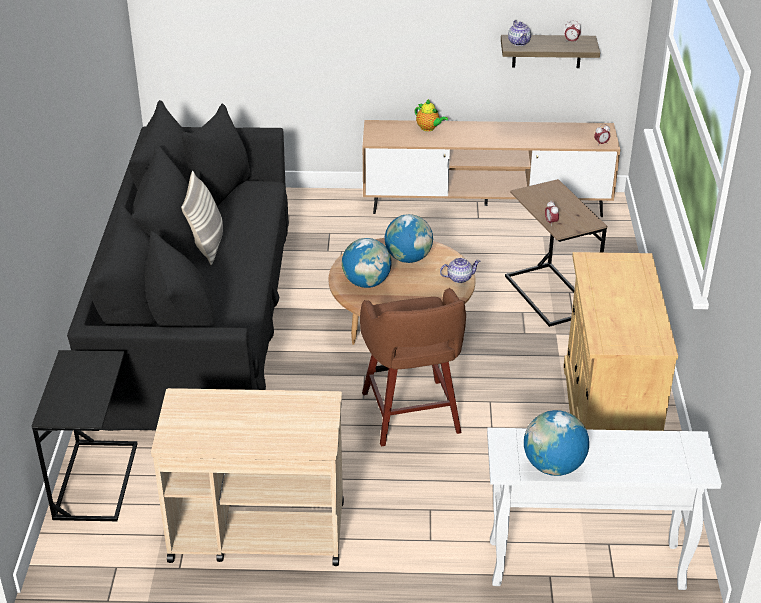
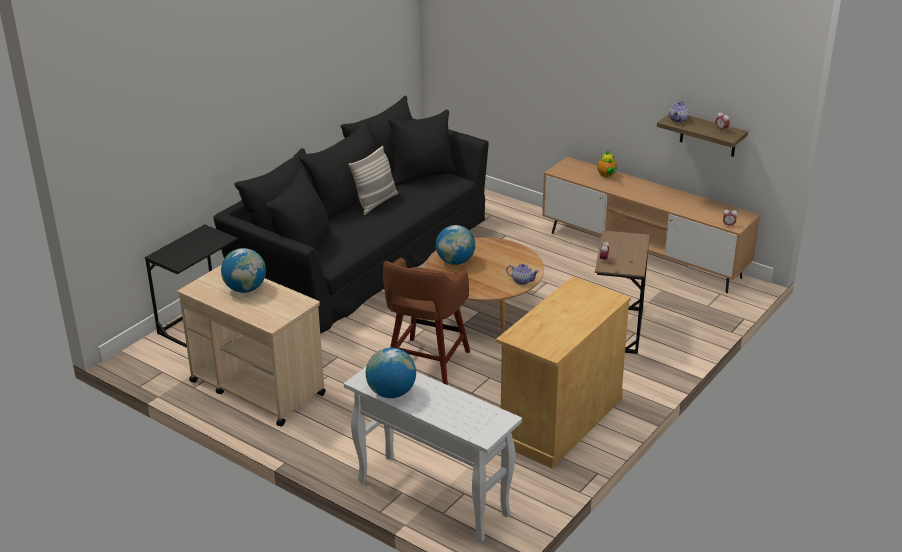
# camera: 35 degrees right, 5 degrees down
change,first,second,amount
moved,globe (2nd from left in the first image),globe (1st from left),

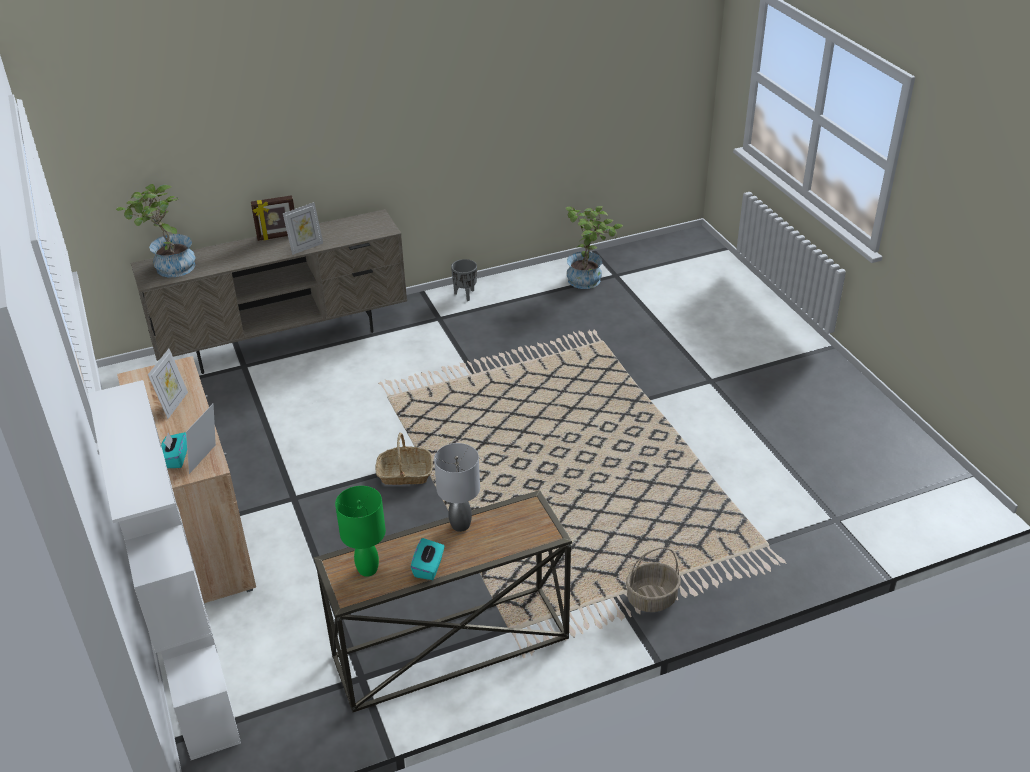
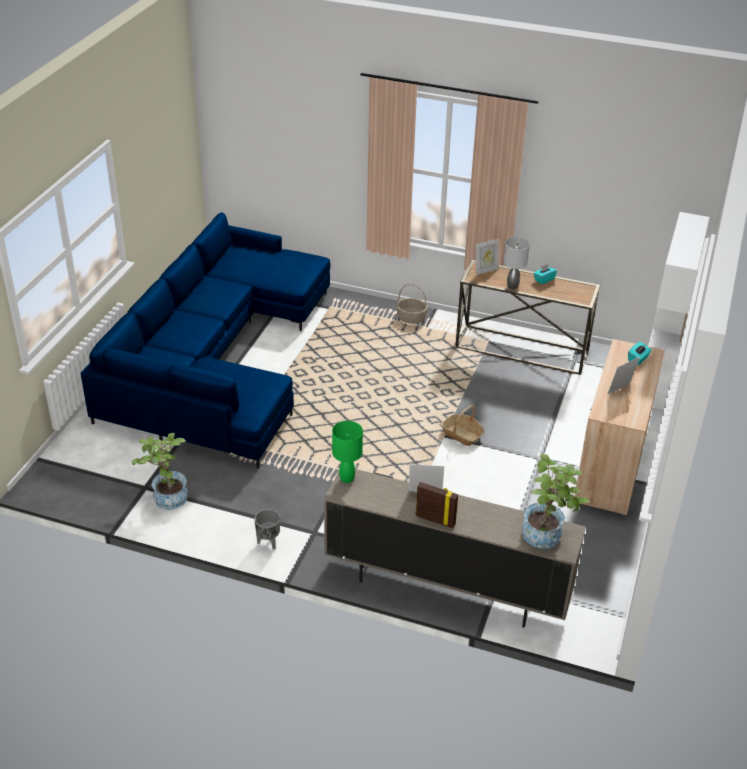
# camera: 140 degrees left, 0 degrees up
change,first,second,amount
moved,picture frame (2nd from left in the first image),picture frame (3rd from left),
moved,table lamp in green,,
added,,sofa in blue,

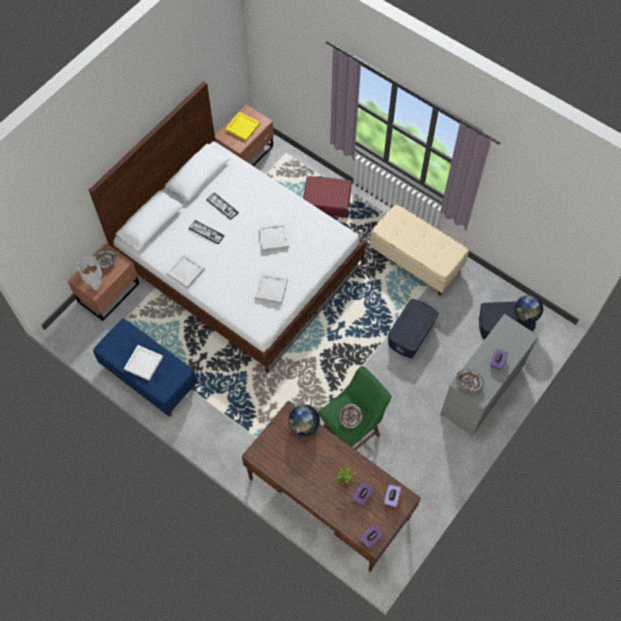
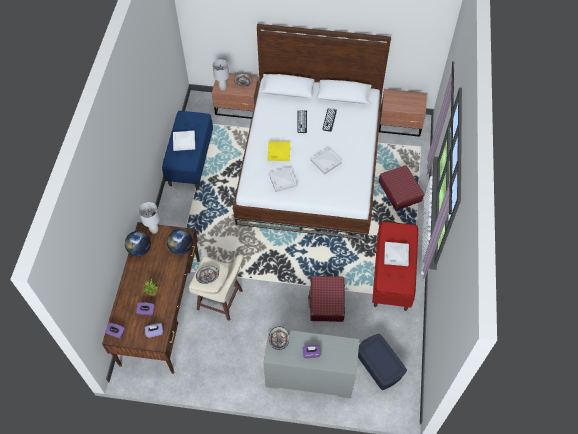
# camera: 60 degrees right, 5 degrees down
change,first,second,amount
moved,tray in yellow,,
recoloured,bench in beige,bench in red,
moved,tray in white (2nd from left in the first image),tray in white (4th from left),
moved,globe (2nd from left in the first image),globe (1st from left),
replaced,storage box in blue (1st from left),suitcase in red (1st from left),
recoloured,stool in green,stool in beige,
added,,table lamp in white (1st from left),

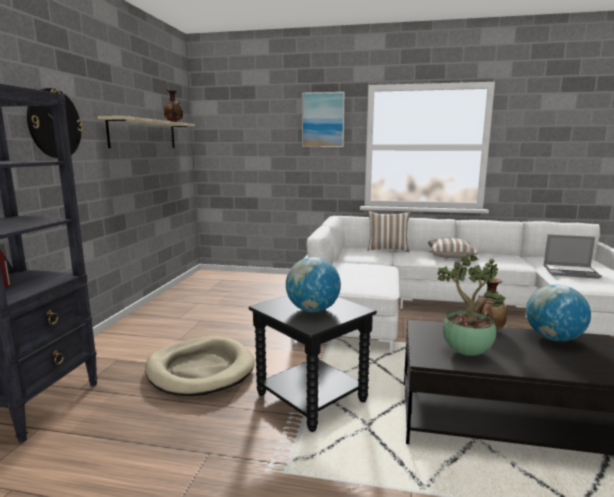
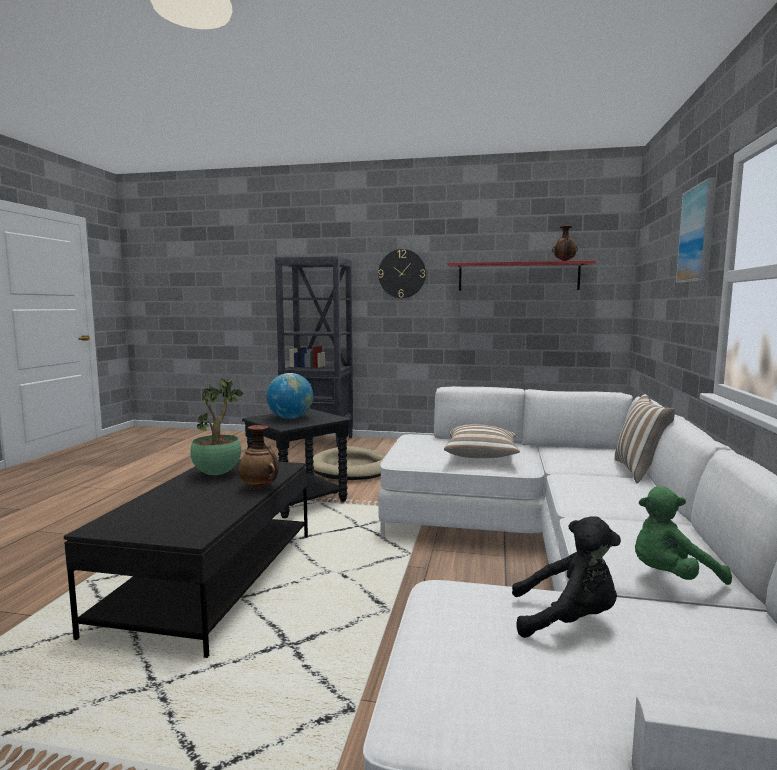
# camera: 90 degrees right, 5 degrees down
change,first,second,amount
recoloured,shelf in beige,shelf in red,
replaced,laptop,plush toy in black,
moved,pillow (2nd from left in the first image),pillow (1st from left),
removed,globe (2nd from left),,
added,,plush toy in green,

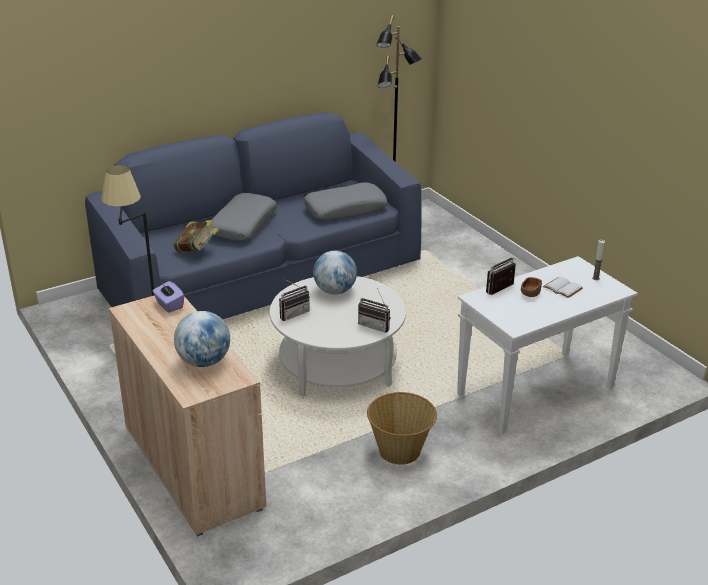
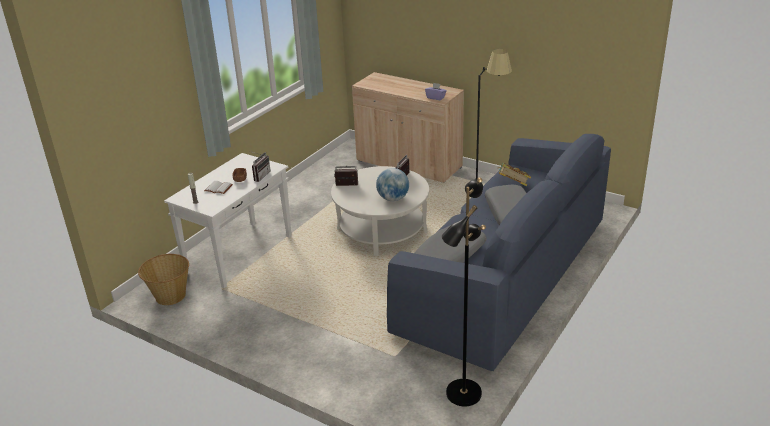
# camera: 155 degrees right, 0 degrees up
change,first,second,amount
removed,globe (1st from left),,
moved,basket,,

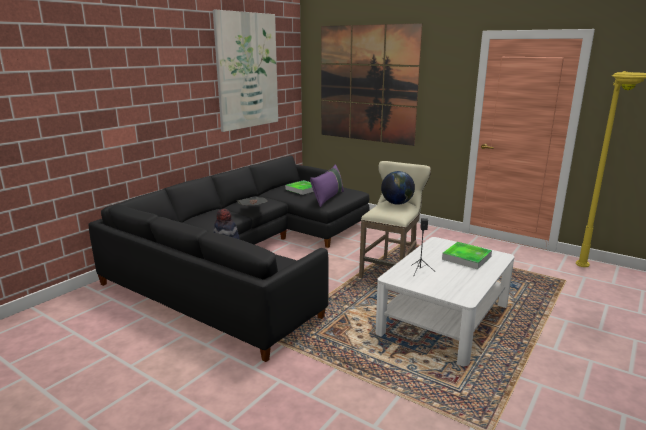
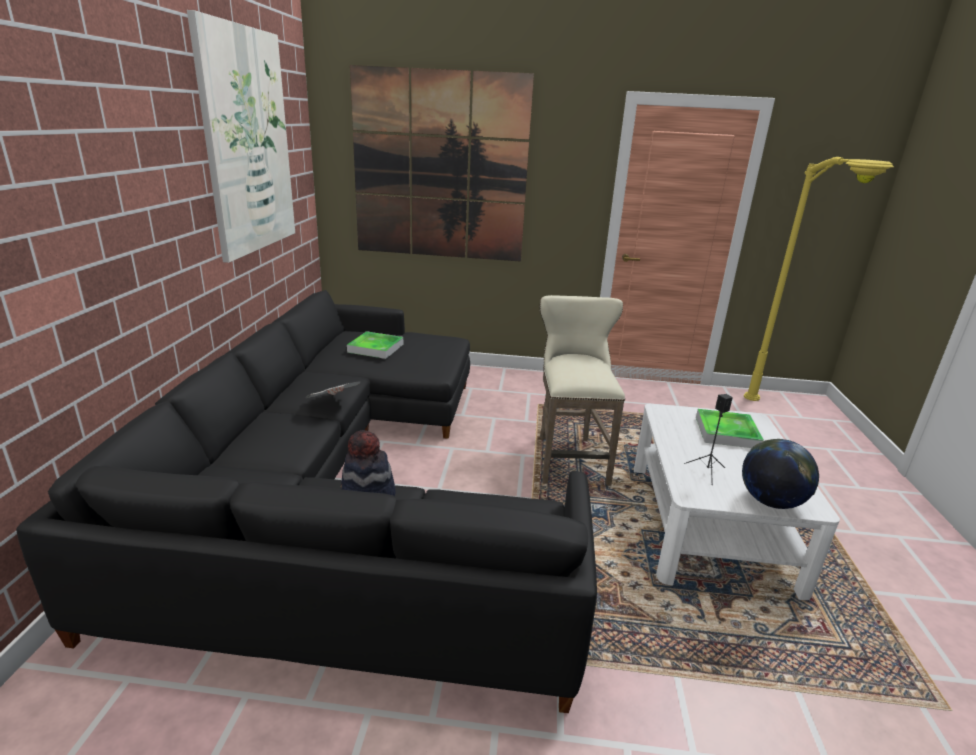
# camera: 30 degrees left, 5 degrees up
change,first,second,amount
removed,pillow in purple,,
moved,globe,,

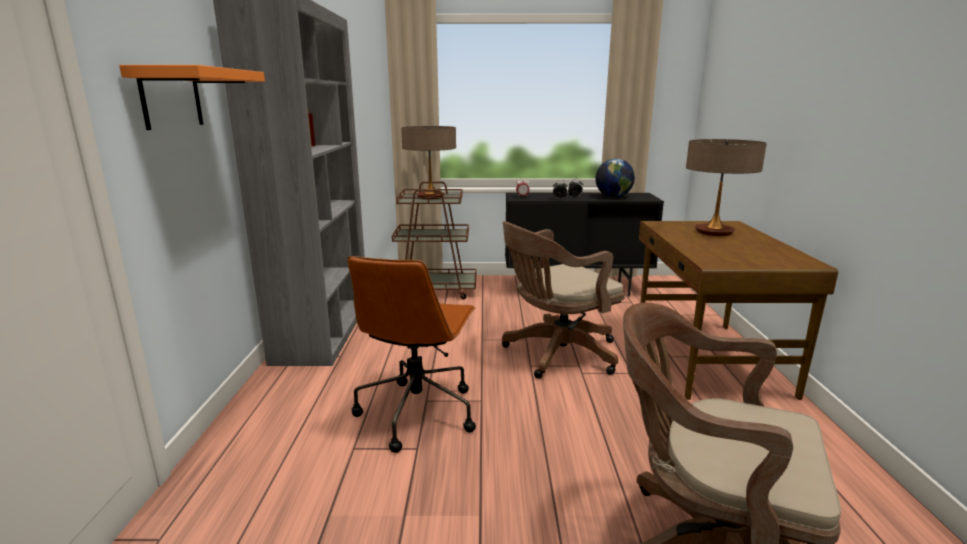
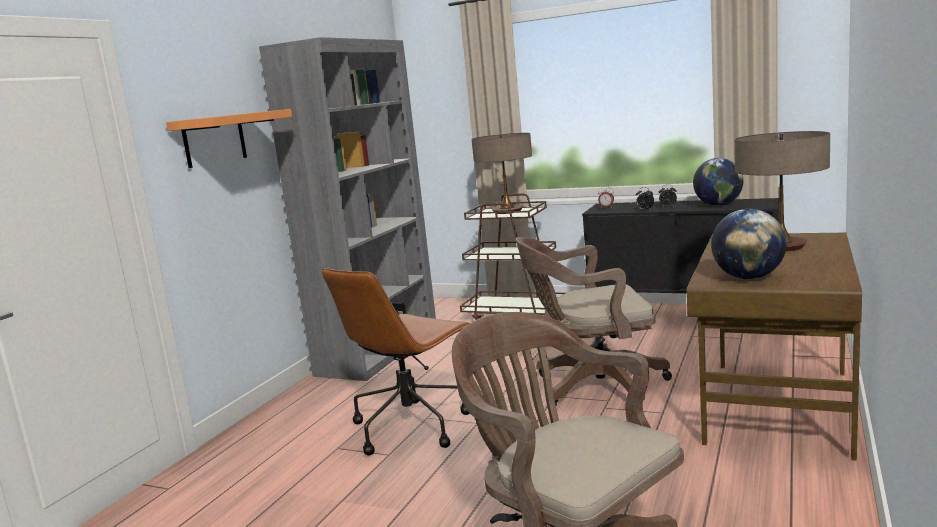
# camera: 25 degrees right, 5 degrees down
change,first,second,amount
added,,globe (2nd from left),

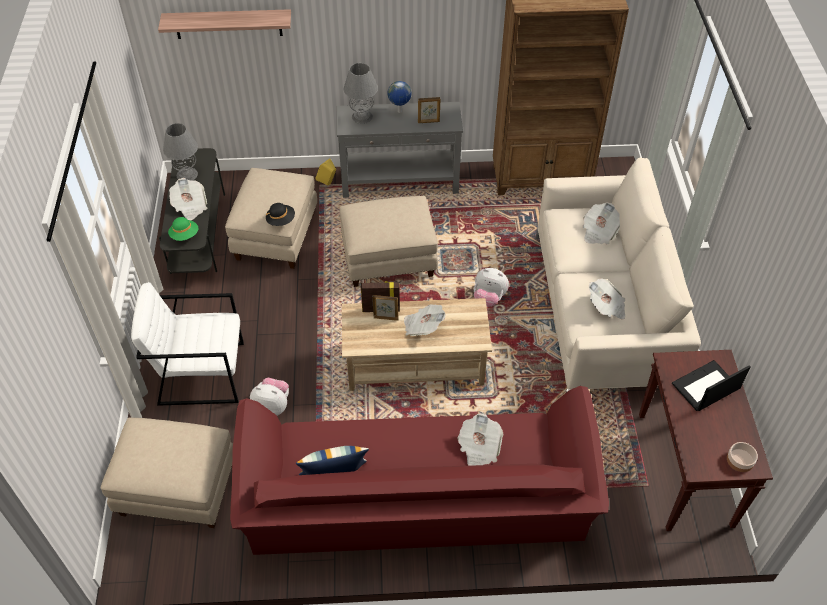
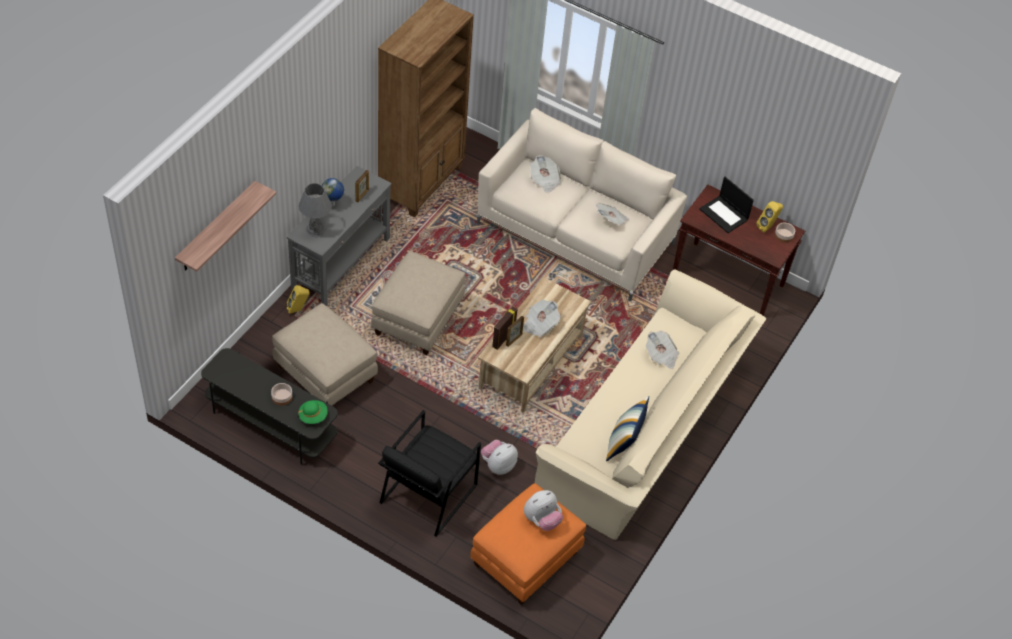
# camera: 60 degrees left, 0 degrees up
change,first,second,amount
removed,table lamp in grey (1st from left),,
replaced,newspaper (1st from left),bowl (1st from left),
removed,hat in black,,
moved,plush toy (2nd from left),,
recoloured,armchair in white,armchair in black,
turned,laptop,,45 degrees counterclockwise
recoloured,sofa in red,sofa in beige (2nd from left),
recoloured,ottoman in beige (1st from left),ottoman in orange,
added,,speaker in yellow (2nd from left),

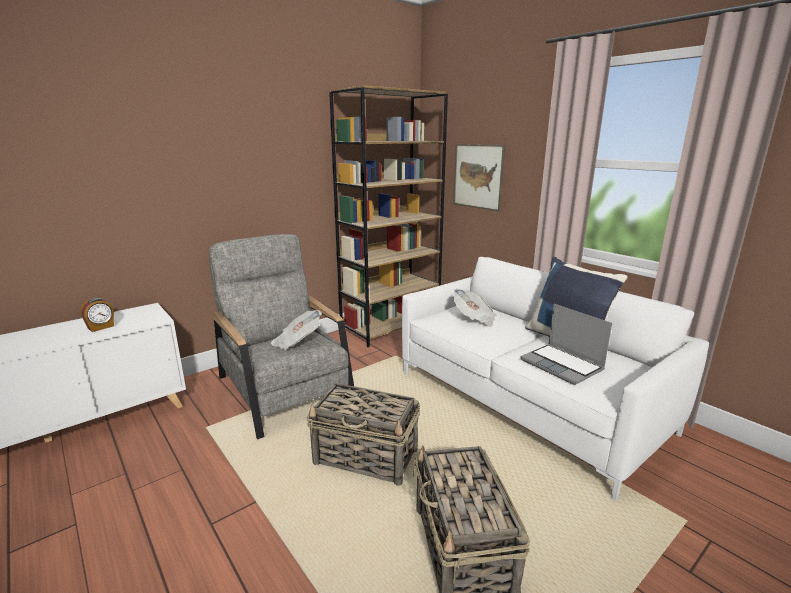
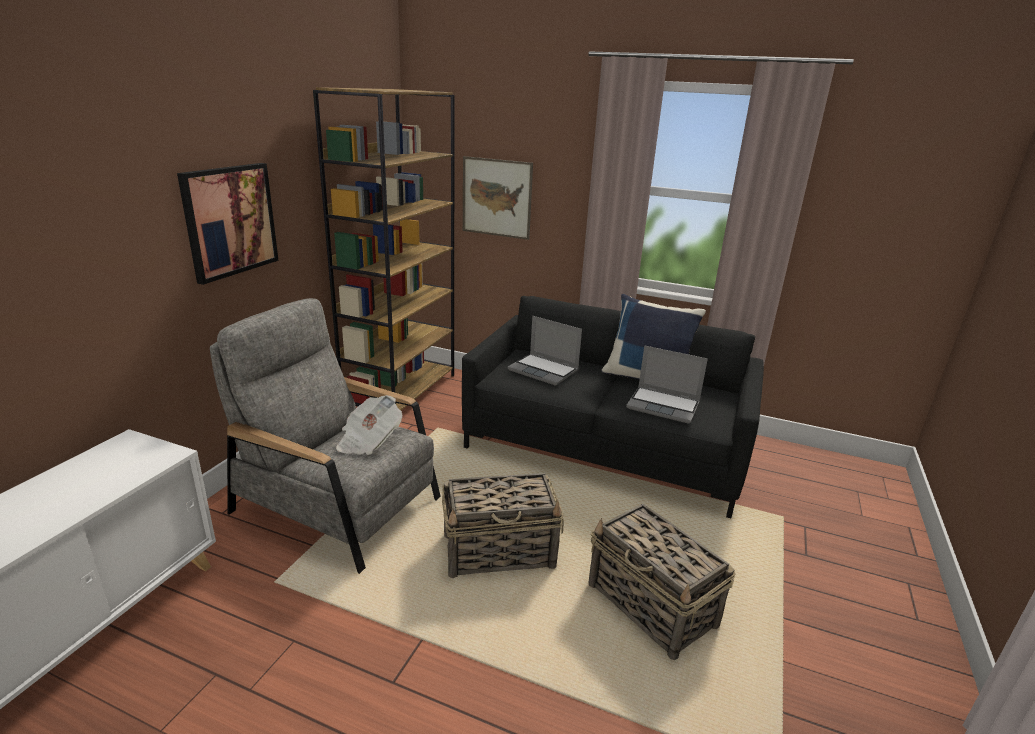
# camera: 30 degrees left, 5 degrees up
change,first,second,amount
recoloured,sofa in white,sofa in black,
replaced,newspaper (2nd from left),laptop (1st from left),
removed,alarm clock,,
added,,picture (1st from left),

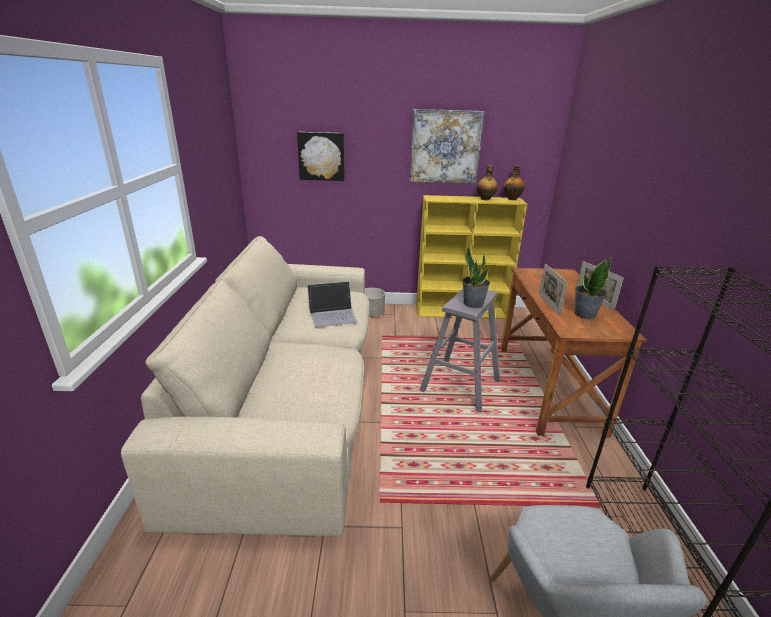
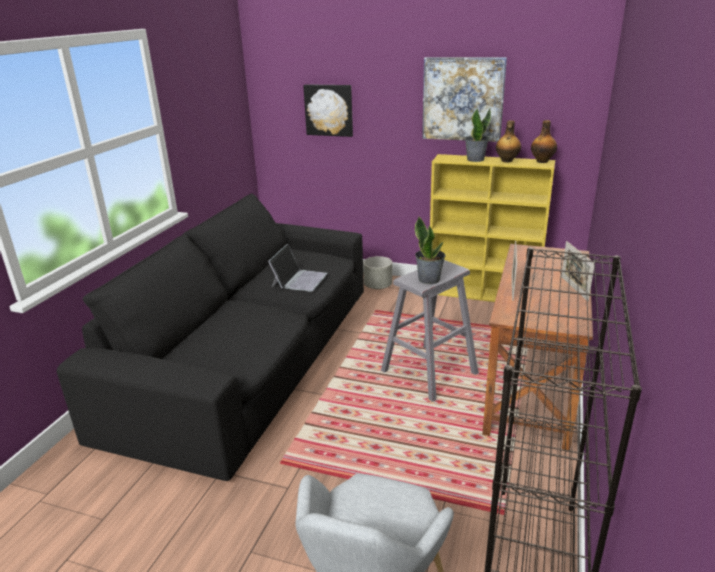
# camera: 20 degrees right, 0 degrees up
change,first,second,amount
recoloured,sofa in beige,sofa in black,
moved,potted plant (2nd from left),,
turned,laptop,,75 degrees counterclockwise

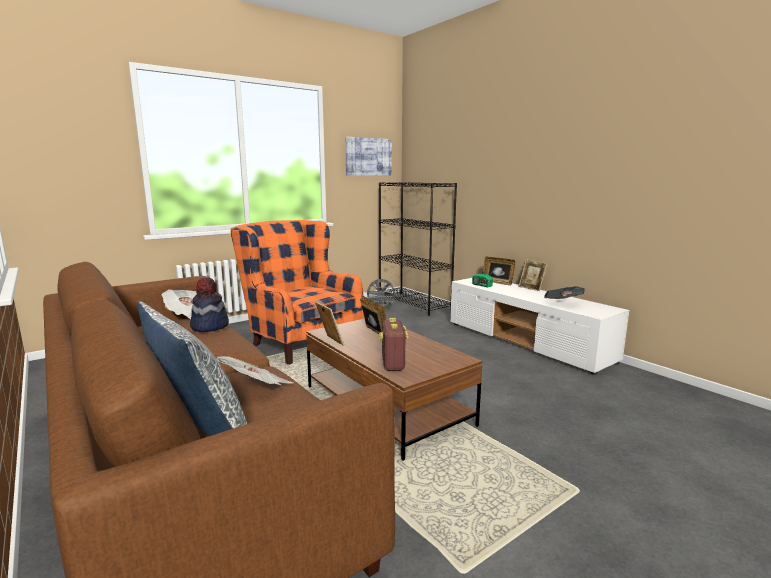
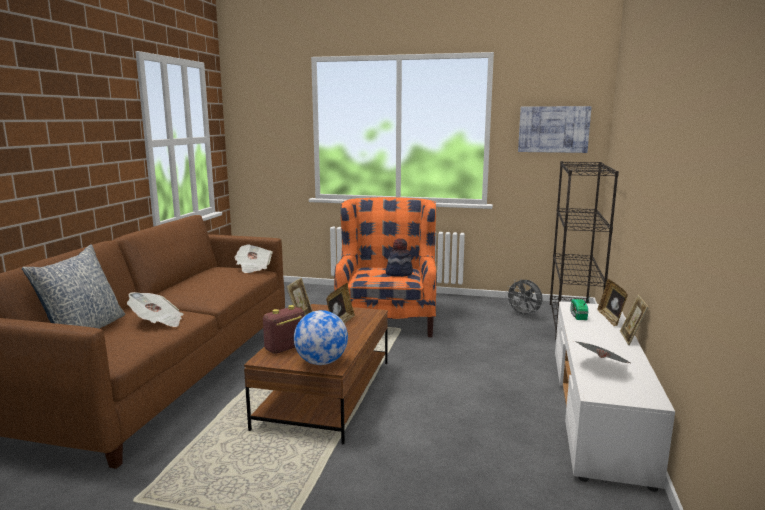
# camera: 50 degrees right, 0 degrees up
change,first,second,amount
moved,hat,,
added,,globe,

